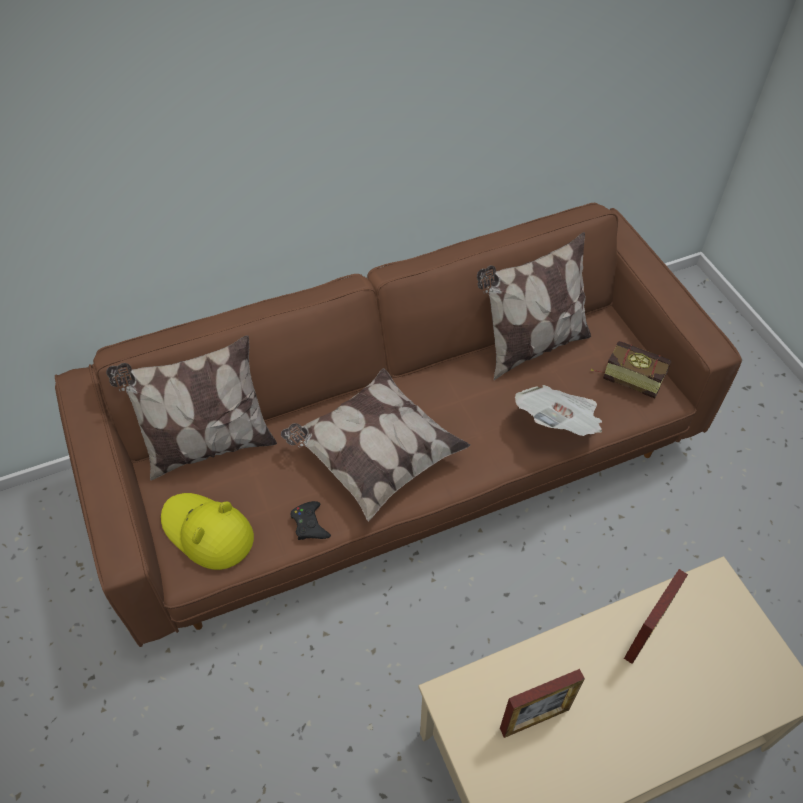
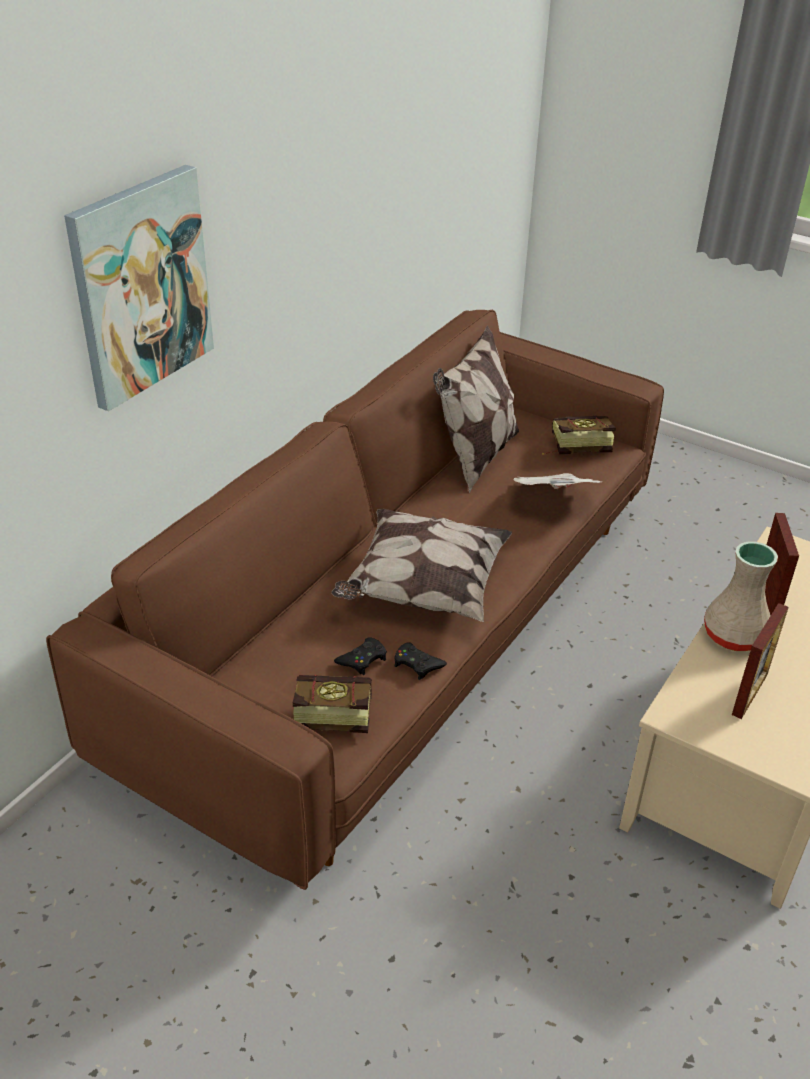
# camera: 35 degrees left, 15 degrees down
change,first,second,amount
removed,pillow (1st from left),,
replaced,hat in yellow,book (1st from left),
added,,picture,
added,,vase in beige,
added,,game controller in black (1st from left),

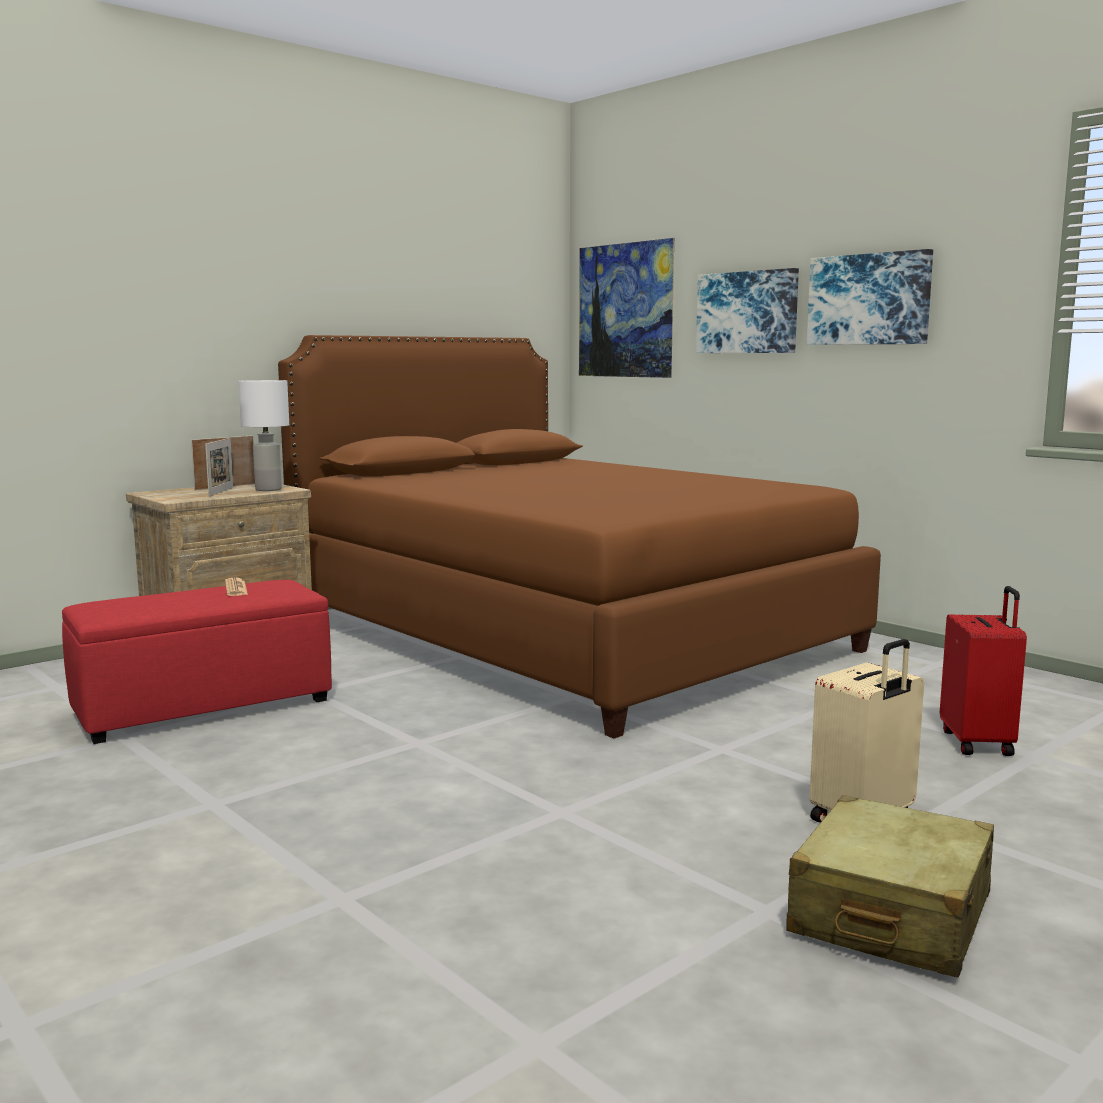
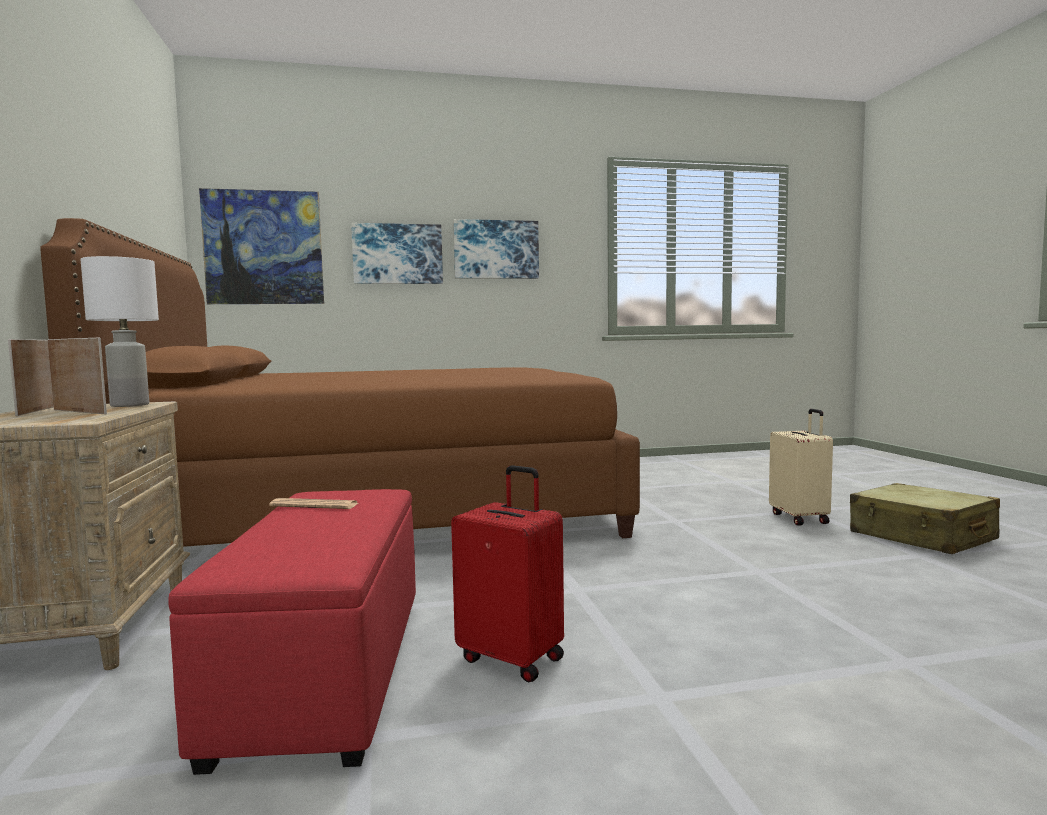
# camera: 60 degrees left, 5 degrees down
change,first,second,amount
moved,suitcase in red,,

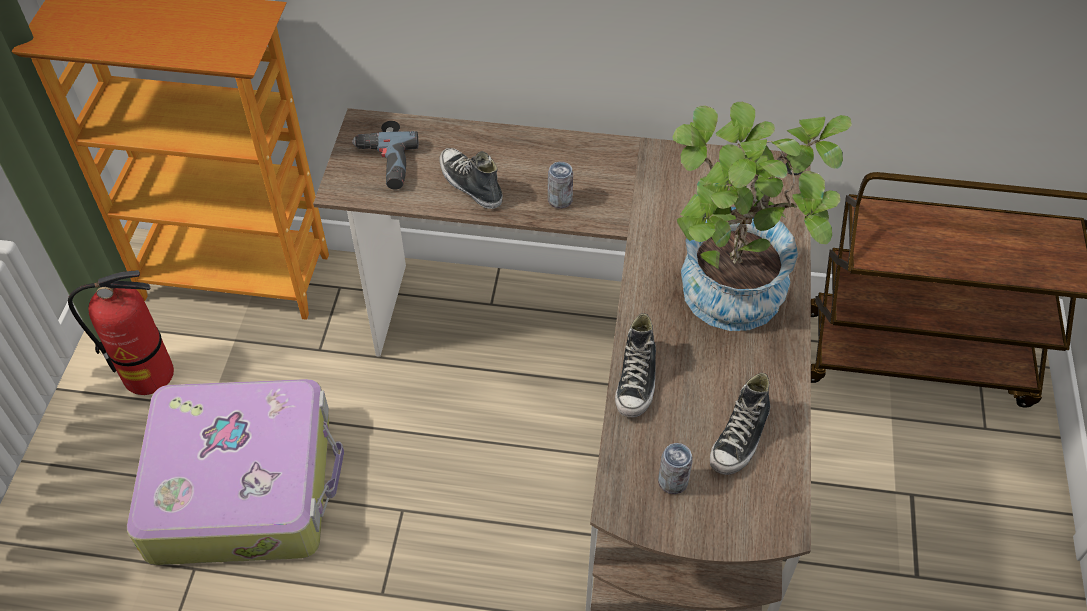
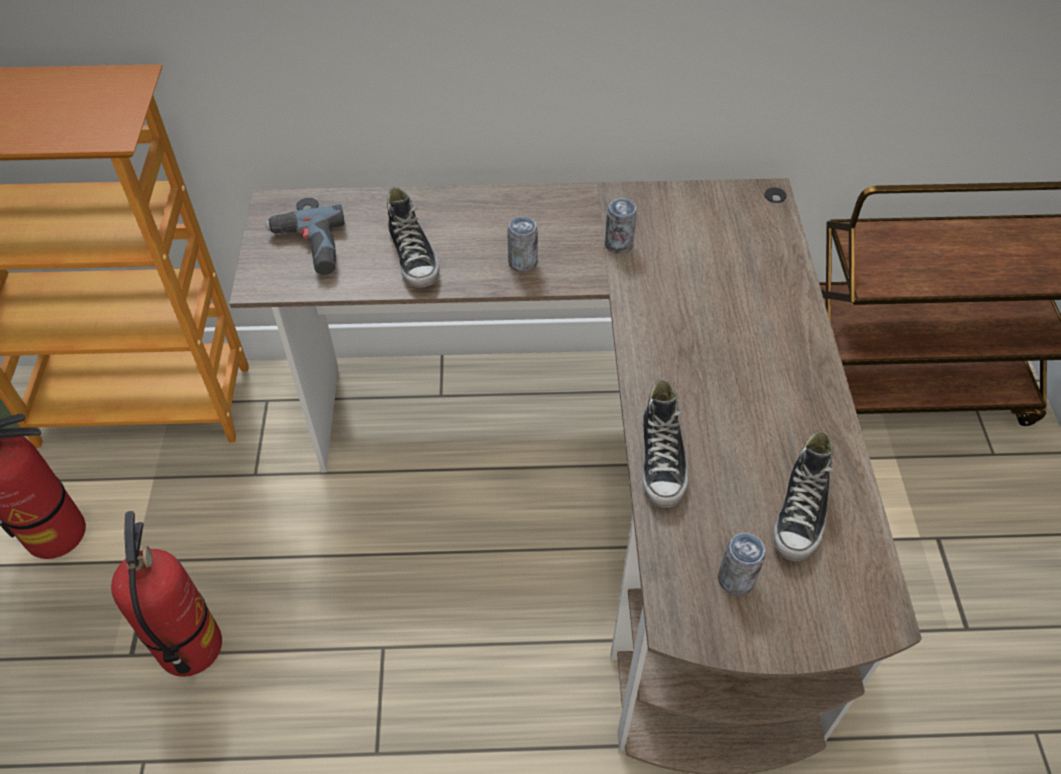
# camera: 10 degrees left, 0 degrees up
change,first,second,amount
removed,potted plant,,
turned,shoe (1st from left),,150 degrees counterclockwise
replaced,suitcase,fire extinguisher (2nd from left),
added,,can (2nd from left),

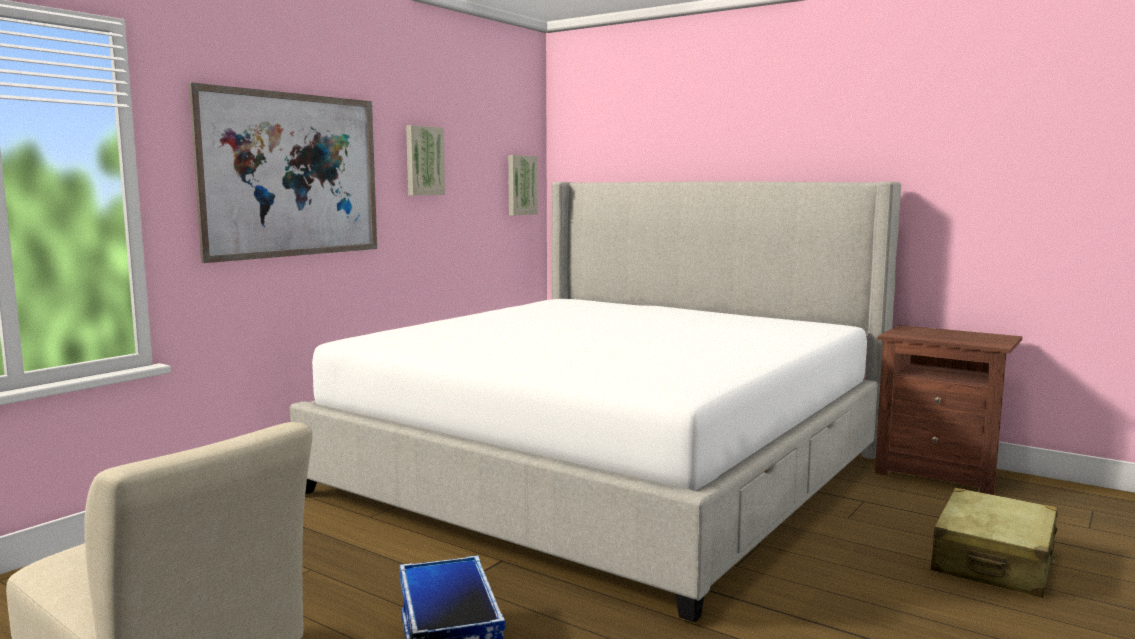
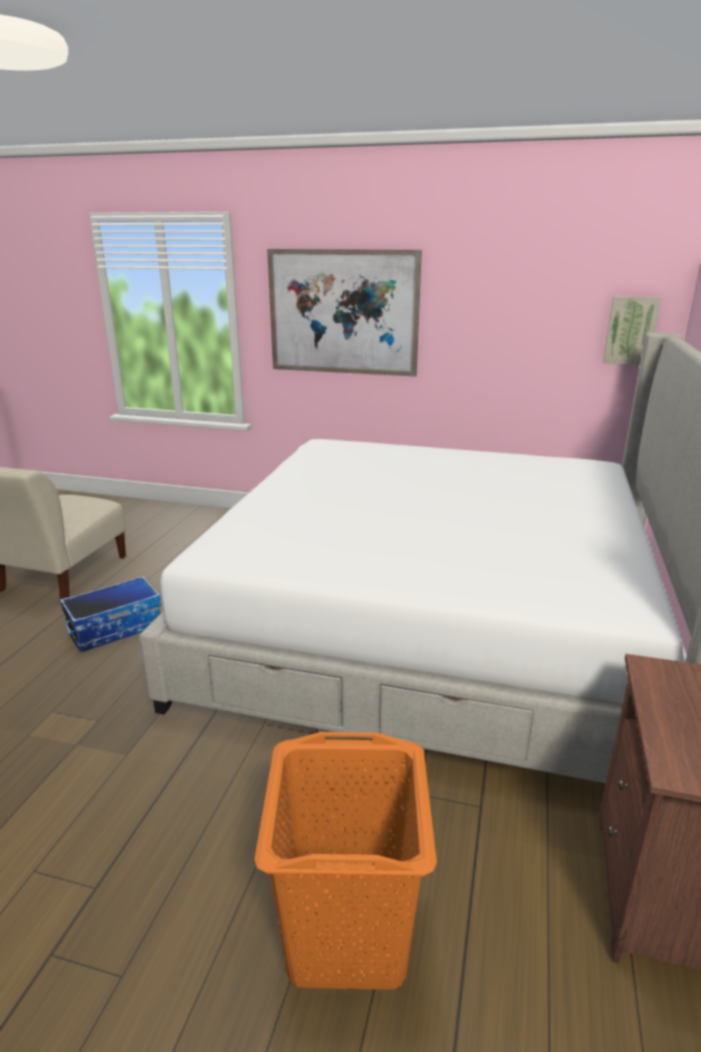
# camera: 70 degrees right, 15 degrees up
change,first,second,amount
removed,picture (2nd from left),,
replaced,suitcase in beige,laundry basket in orange,

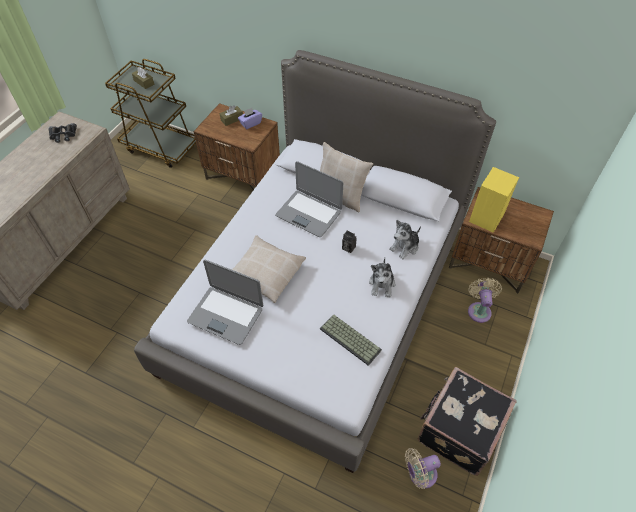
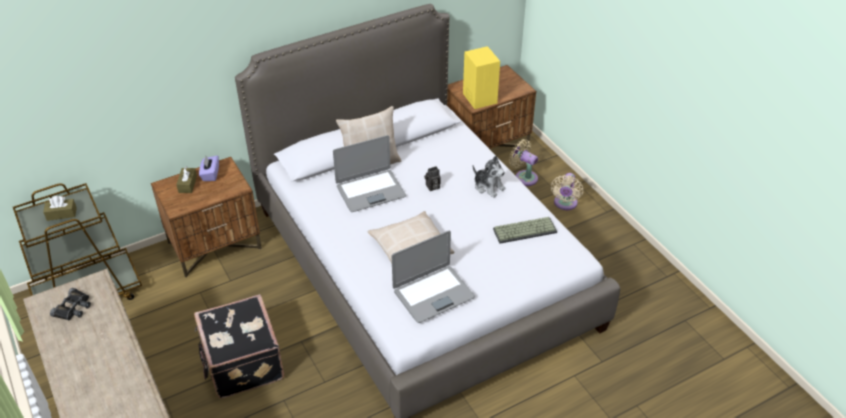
# camera: 55 degrees left, 10 degrees down
change,first,second,amount
removed,plush toy (2nd from left),,
moved,suitcase in black,,
moved,fan in beige (1st from left in the first image),fan in beige (2nd from left),

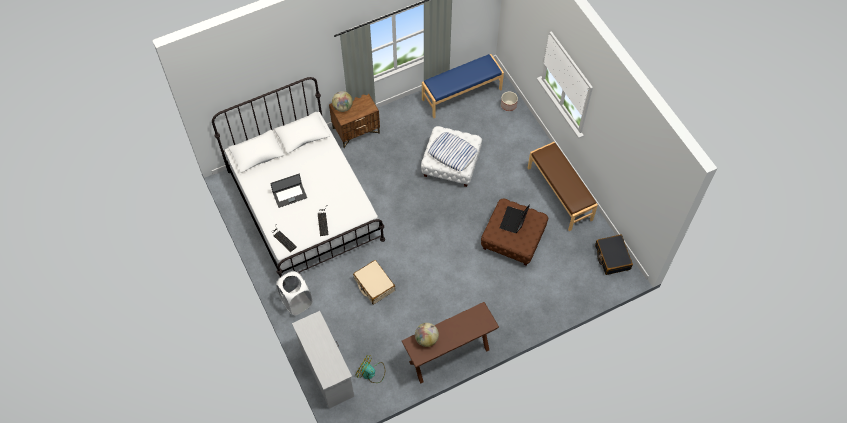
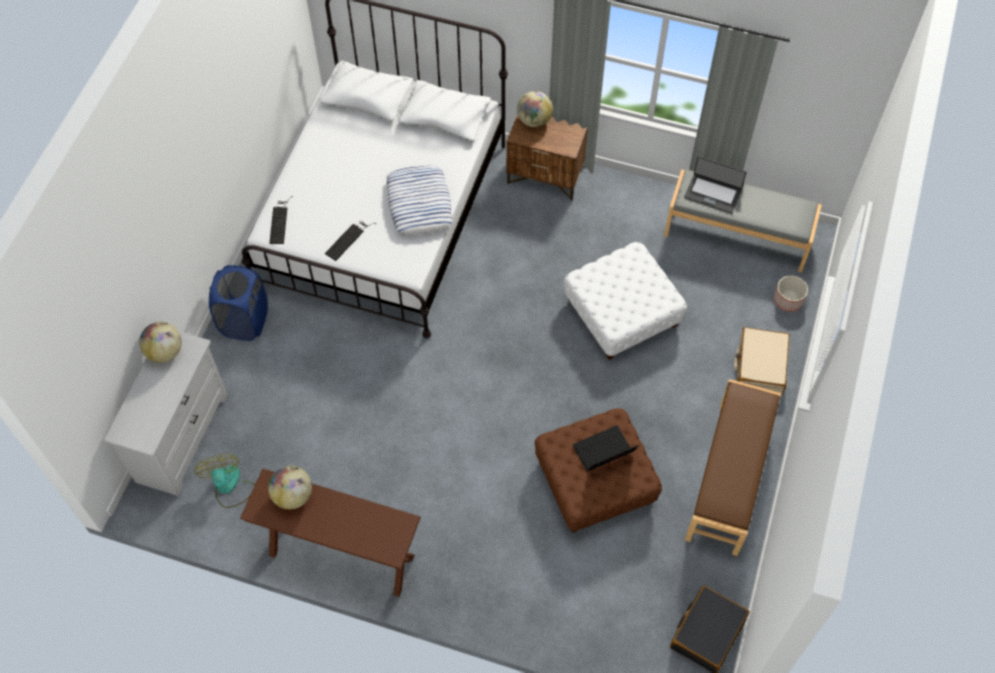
# camera: 45 degrees right, 0 degrees up
change,first,second,amount
recoloured,bench in blue,bench in grey,
moved,pillow,,
moved,laptop (1st from left in the first image),laptop (2nd from left),
moved,suitcase in beige,,
recoloured,laundry basket in white,laundry basket in blue,
added,,globe (1st from left),

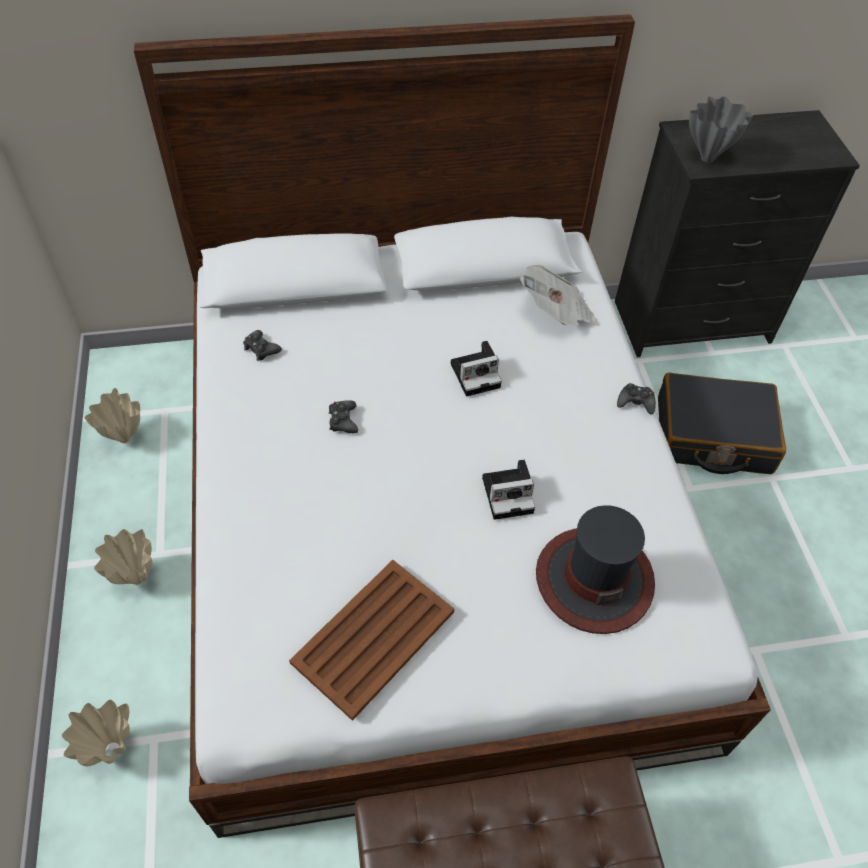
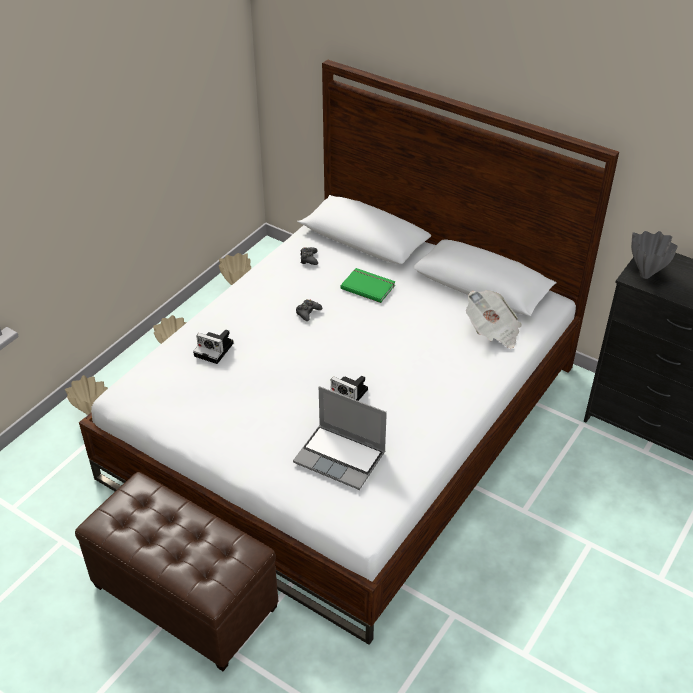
# camera: 45 degrees right, 10 degrees down
change,first,second,amount
moved,photo camera (1st from left),,
removed,suitcase in black,,
removed,game controller in black (3rd from left),,
replaced,hat,laptop,
removed,tray in brown,,
added,,book in green,

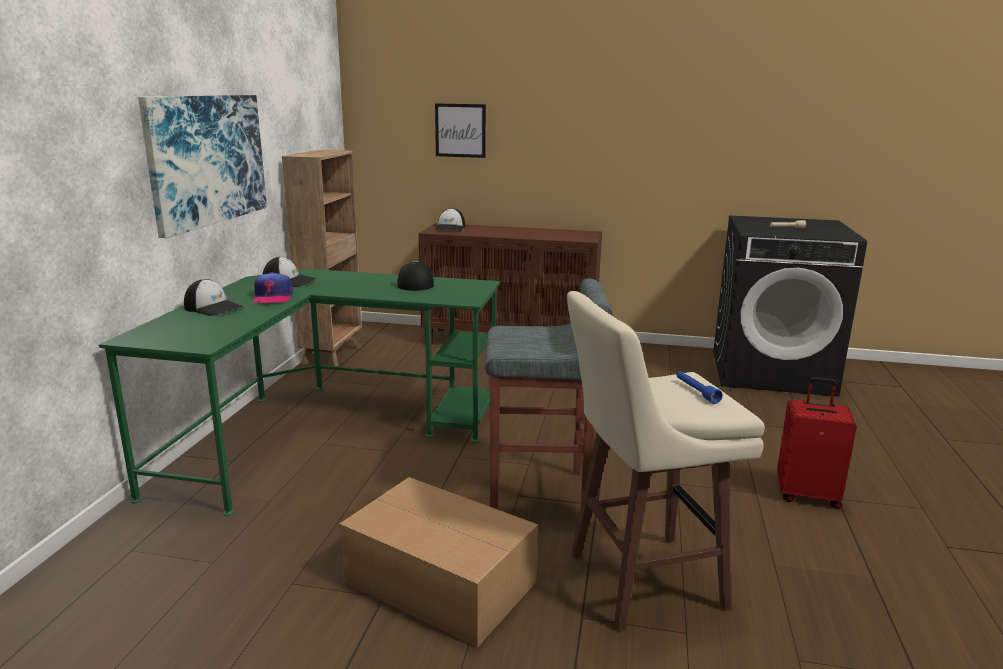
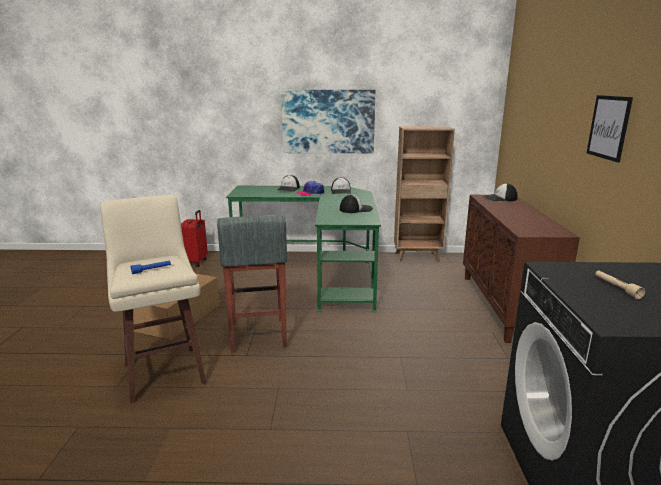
# camera: 80 degrees right, 0 degrees up
change,first,second,amount
moved,picture (2nd from left),,
moved,suitcase in red,,

